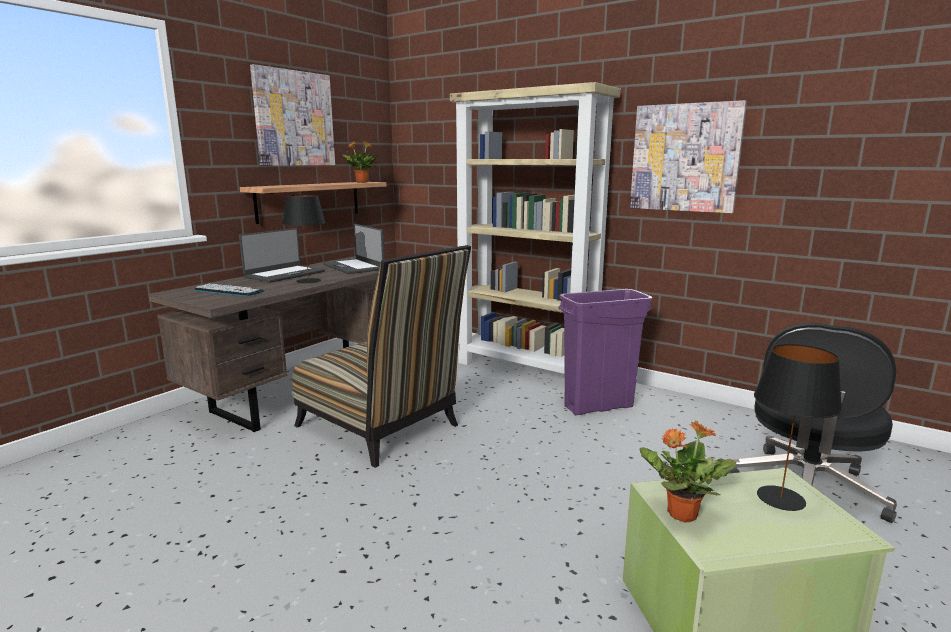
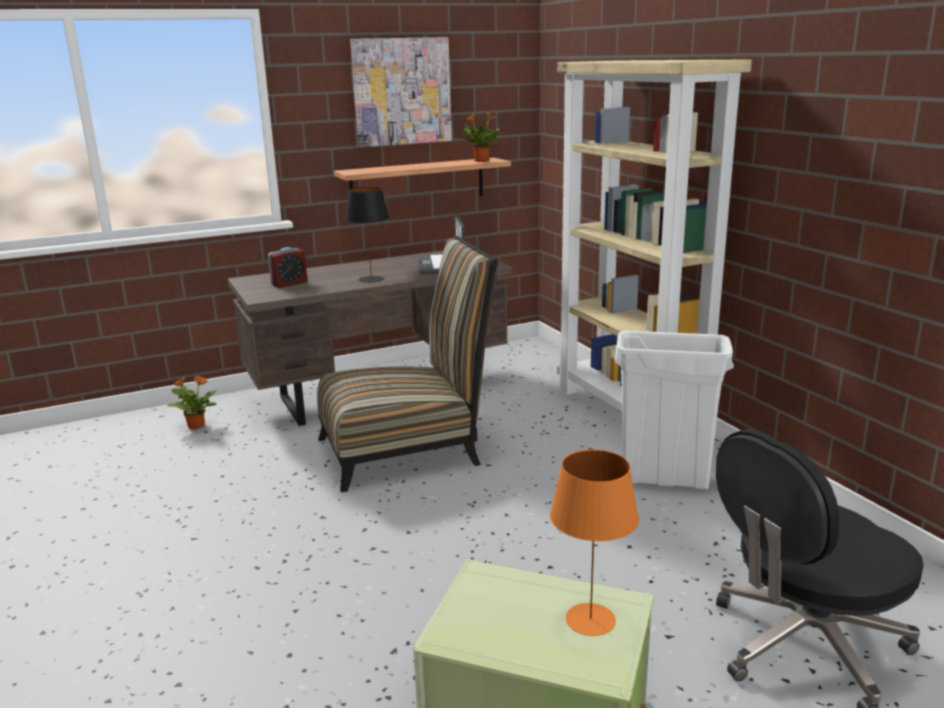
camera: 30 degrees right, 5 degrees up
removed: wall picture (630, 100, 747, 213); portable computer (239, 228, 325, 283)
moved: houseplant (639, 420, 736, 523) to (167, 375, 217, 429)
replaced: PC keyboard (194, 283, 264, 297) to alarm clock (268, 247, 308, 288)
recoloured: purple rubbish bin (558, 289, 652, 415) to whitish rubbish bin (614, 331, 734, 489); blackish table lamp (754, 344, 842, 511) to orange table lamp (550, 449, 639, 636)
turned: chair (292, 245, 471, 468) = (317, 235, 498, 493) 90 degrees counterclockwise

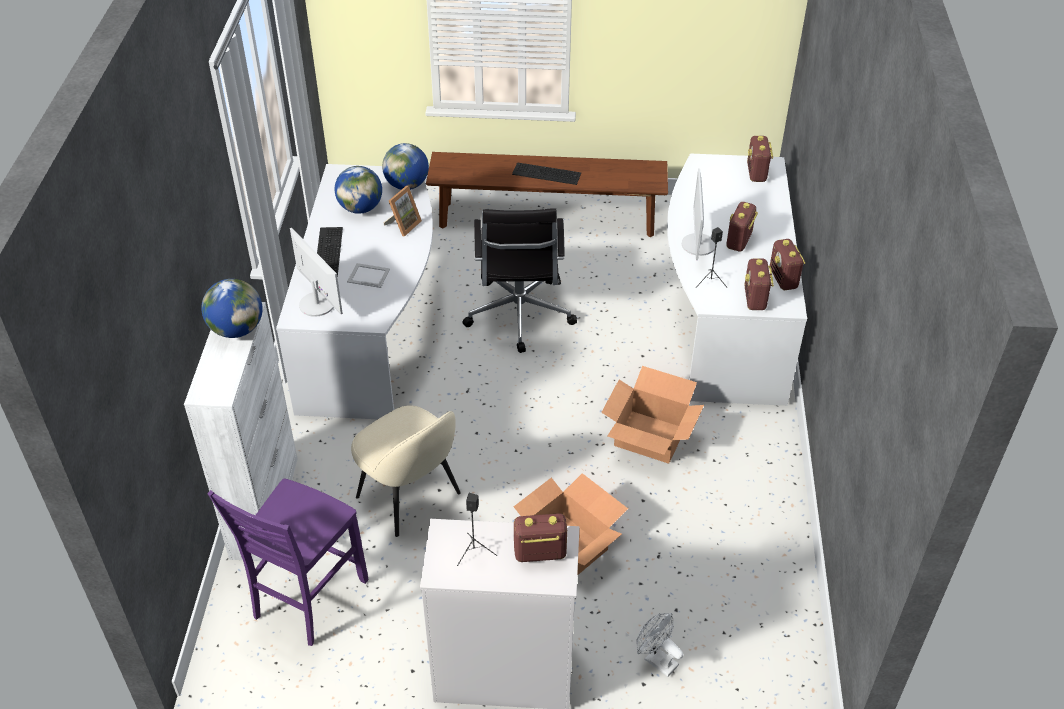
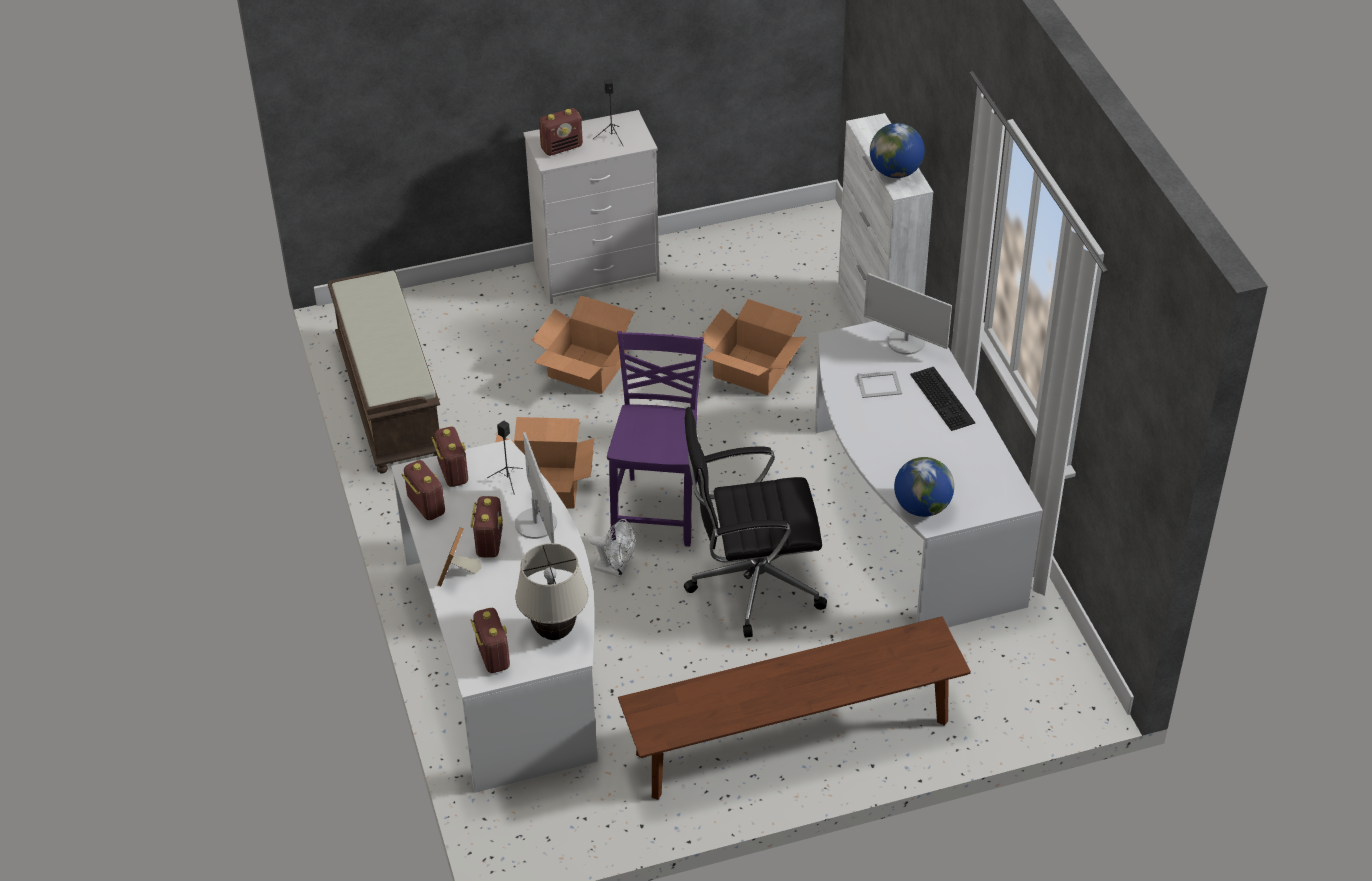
camera: 160 degrees right, 0 degrees up
removed: PC keyboard (512, 162, 581, 185); globe (335, 166, 382, 214)
added: brown bench (328, 270, 440, 473); beige-coloured table lamp (515, 543, 588, 640)
moved: standing frame (383, 186, 422, 237) to (437, 527, 482, 586); purple chair (207, 479, 368, 646) to (607, 331, 704, 547); whitish cooling fan (636, 613, 684, 677) to (589, 519, 635, 577)
replaced: beige-coloured chair (351, 405, 461, 537) to carton (701, 299, 806, 395)
turned: blackish office chair (462, 208, 577, 353) = (684, 407, 827, 638) 75 degrees counterclockwise

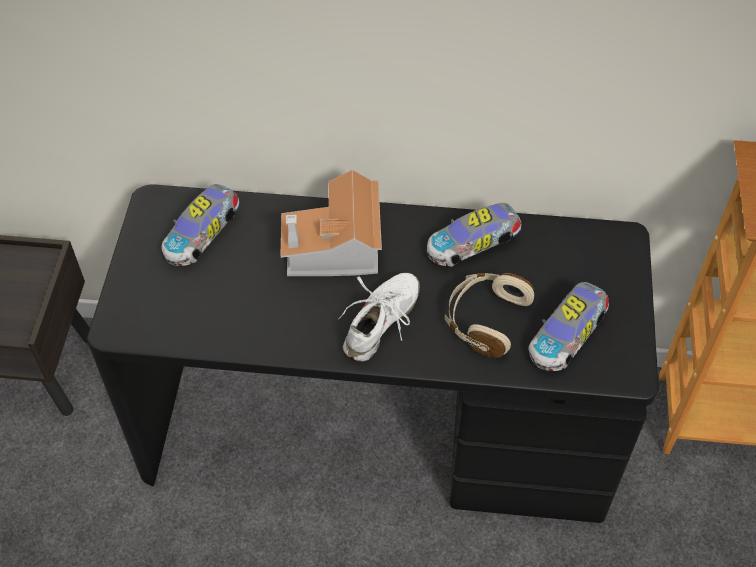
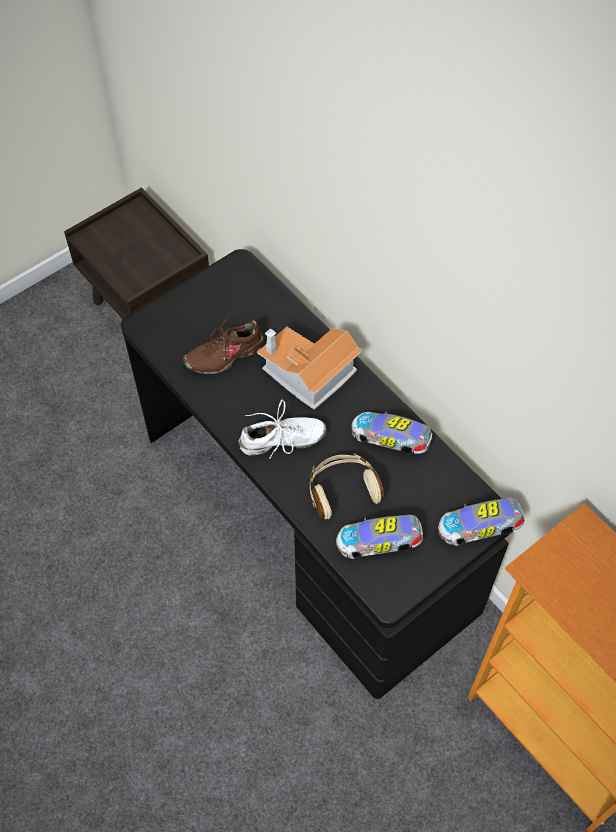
camera: 45 degrees right, 5 degrees up
added: brown low shoe (183, 316, 264, 374)
moved: model car (161, 184, 240, 266) to (438, 497, 525, 546)

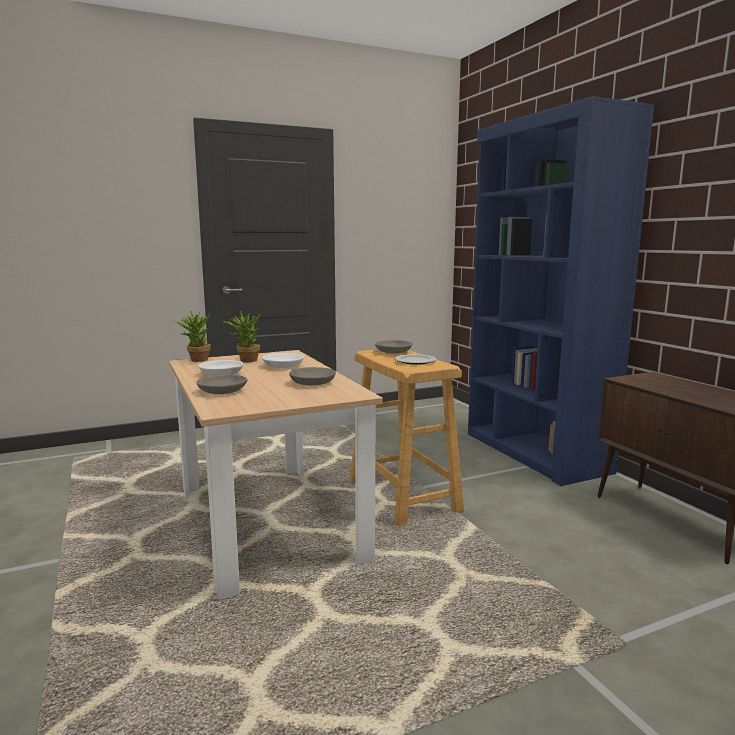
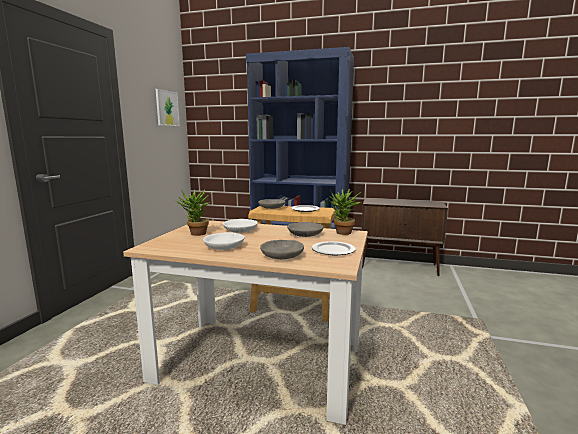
camera: 50 degrees left, 0 degrees up
added: wall picture (156, 89, 180, 126); plate (312, 241, 356, 255)
moved: houseplant (173, 311, 211, 362) to (329, 189, 361, 235)

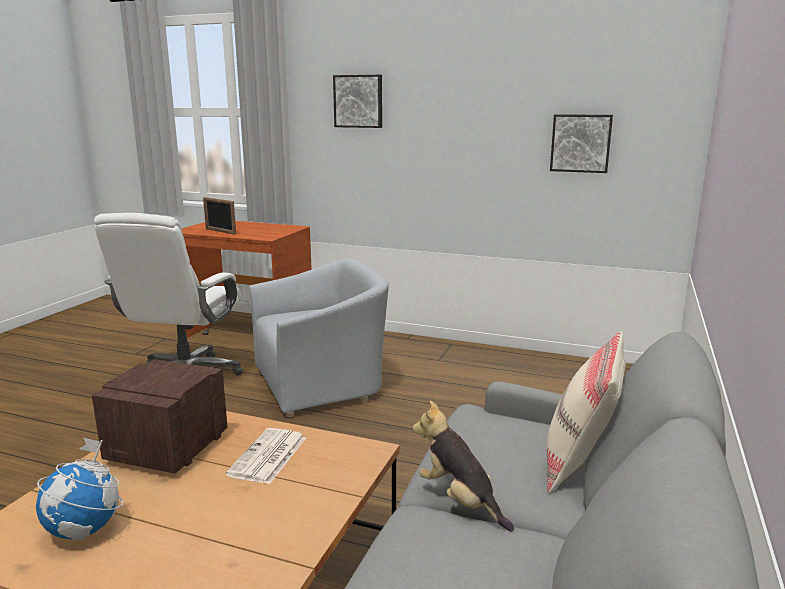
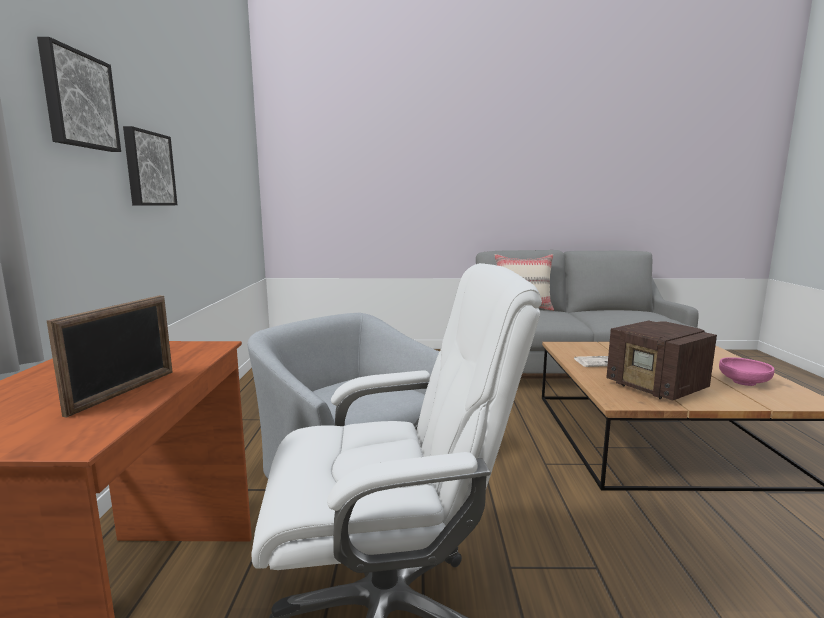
camera: 110 degrees left, 5 degrees down
removed: soft toy (413, 400, 514, 531)
moved: wall picture (550, 114, 613, 173) to (123, 126, 177, 205)
replaced: globe (36, 438, 123, 540) to pink-coloured bowl (719, 357, 775, 386)
turned: radio set (92, 359, 228, 474) = (606, 320, 717, 401) 60 degrees clockwise

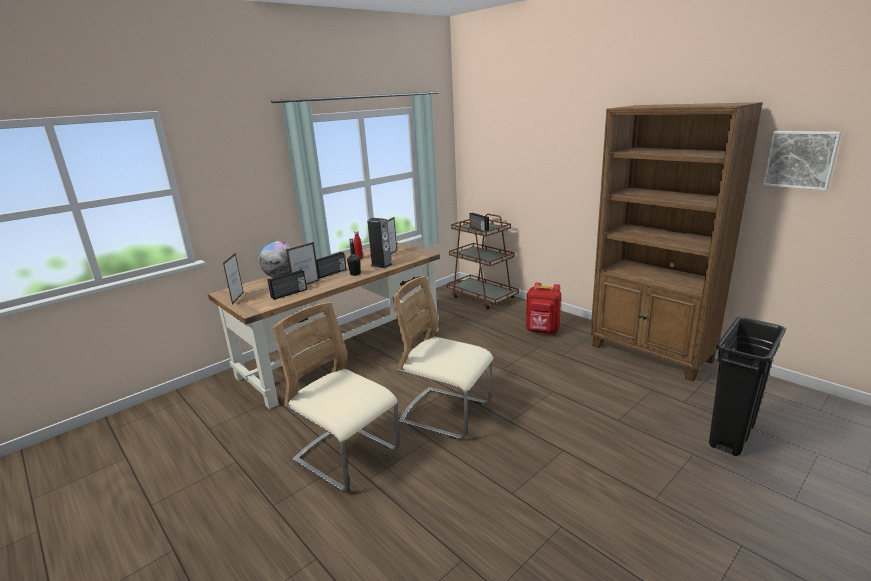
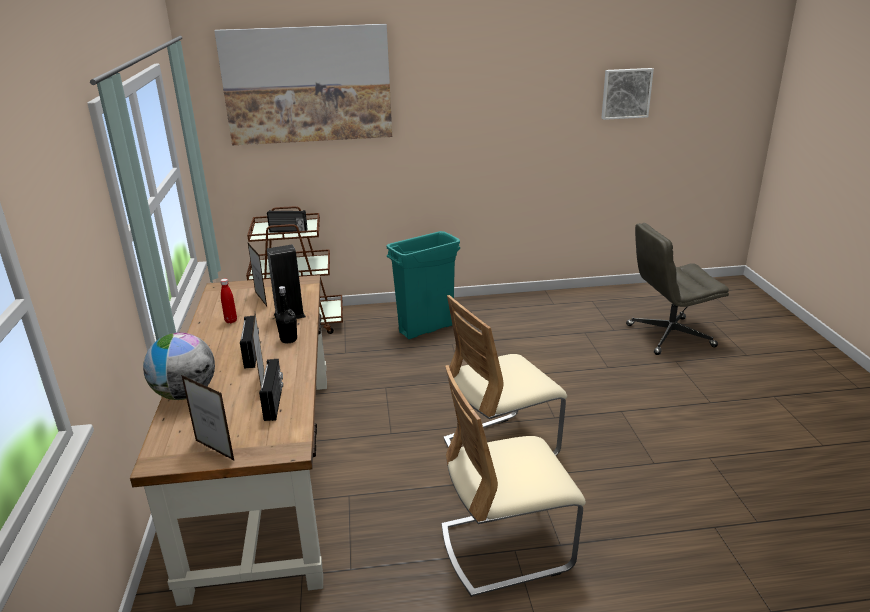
camera: 55 degrees left, 5 degrees up
removed: brown shelving unit (591, 102, 763, 381)
added: wall picture (214, 24, 392, 145)
replaced: red rucksack (526, 282, 561, 334) to blue-green rubbish bin (387, 231, 460, 339); blackish rubbish bin (709, 317, 786, 456) to gray office chair (626, 223, 729, 355)

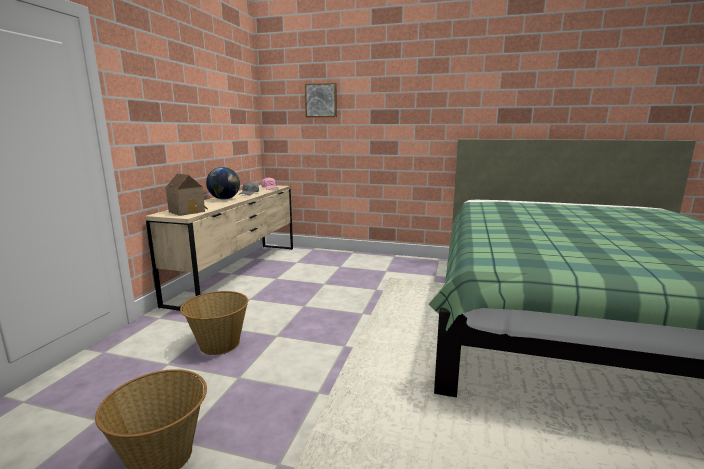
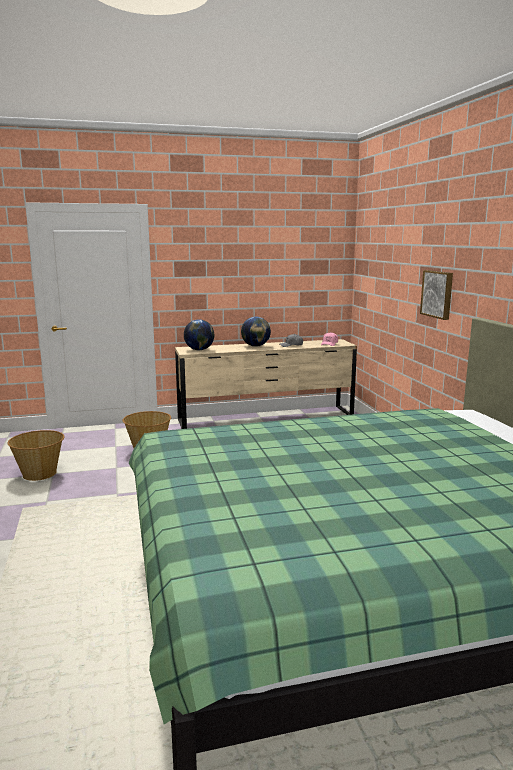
camera: 60 degrees right, 0 degrees up
moved: wall picture (305, 83, 337, 117) to (420, 270, 453, 320)
replaced: model house (166, 173, 208, 216) to globe (184, 319, 214, 350)

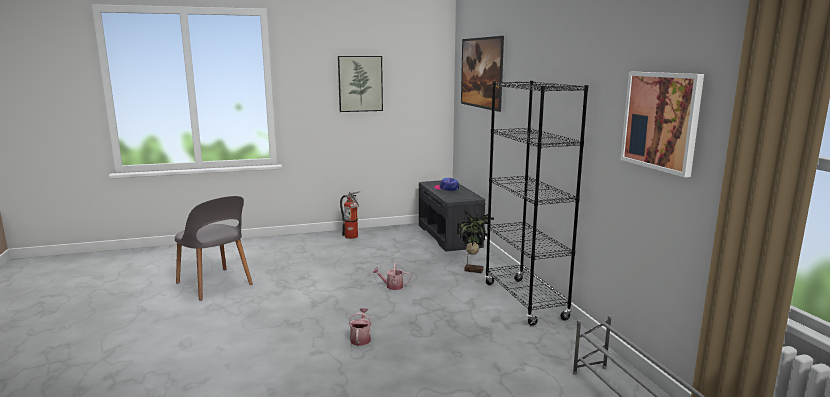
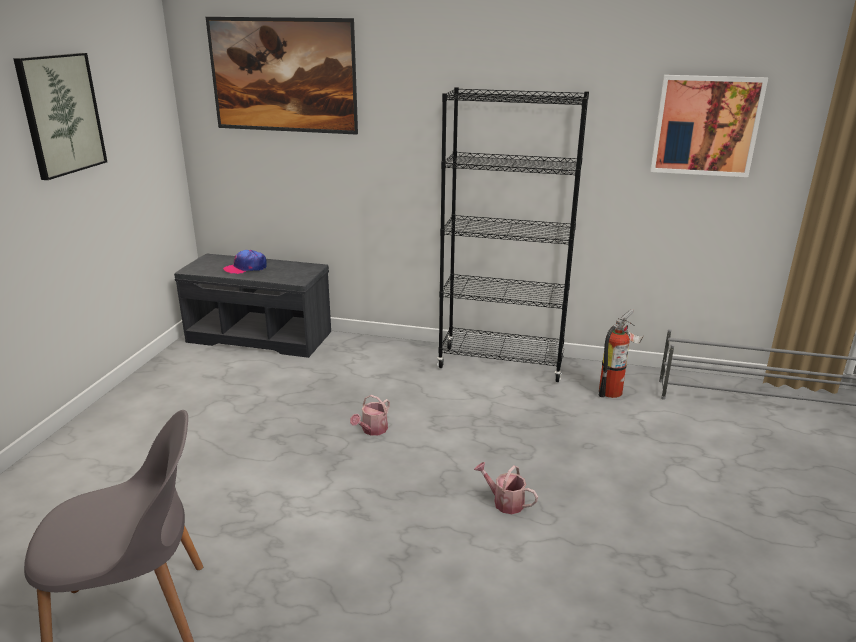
camera: 60 degrees left, 10 degrees up
removed: houseplant (457, 211, 494, 273)
moved: extinguisher (340, 191, 361, 239) to (599, 309, 643, 398)

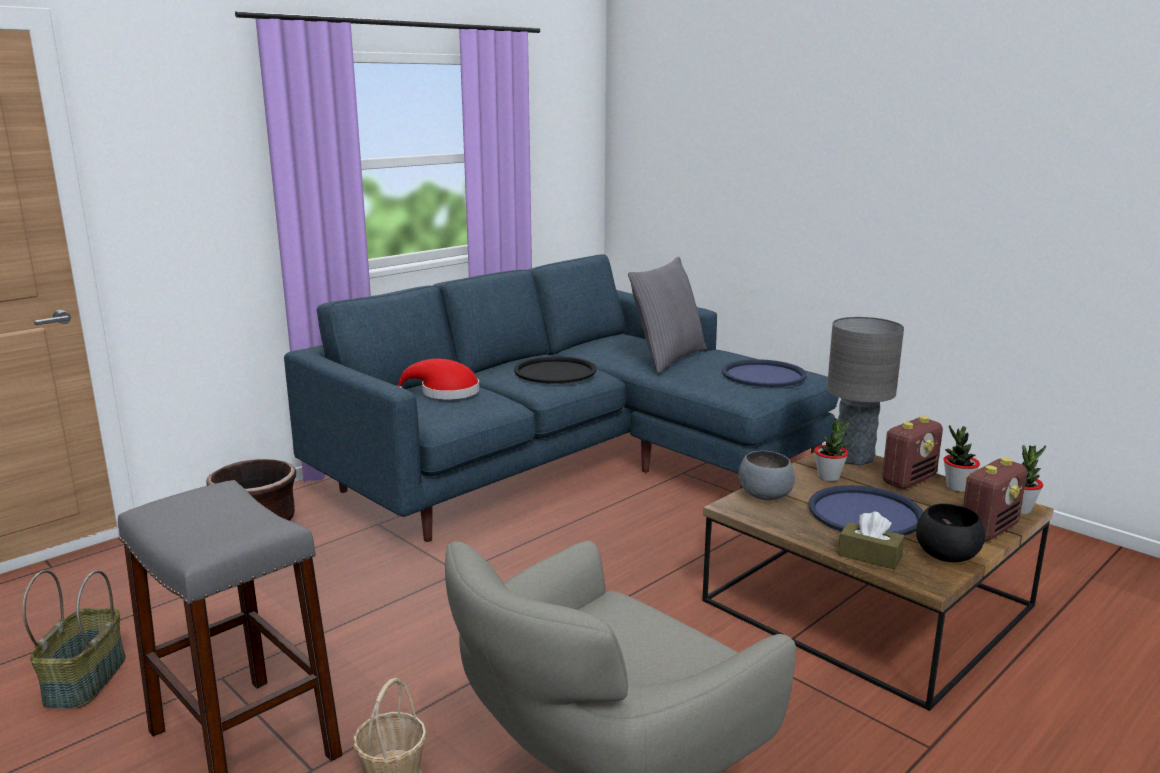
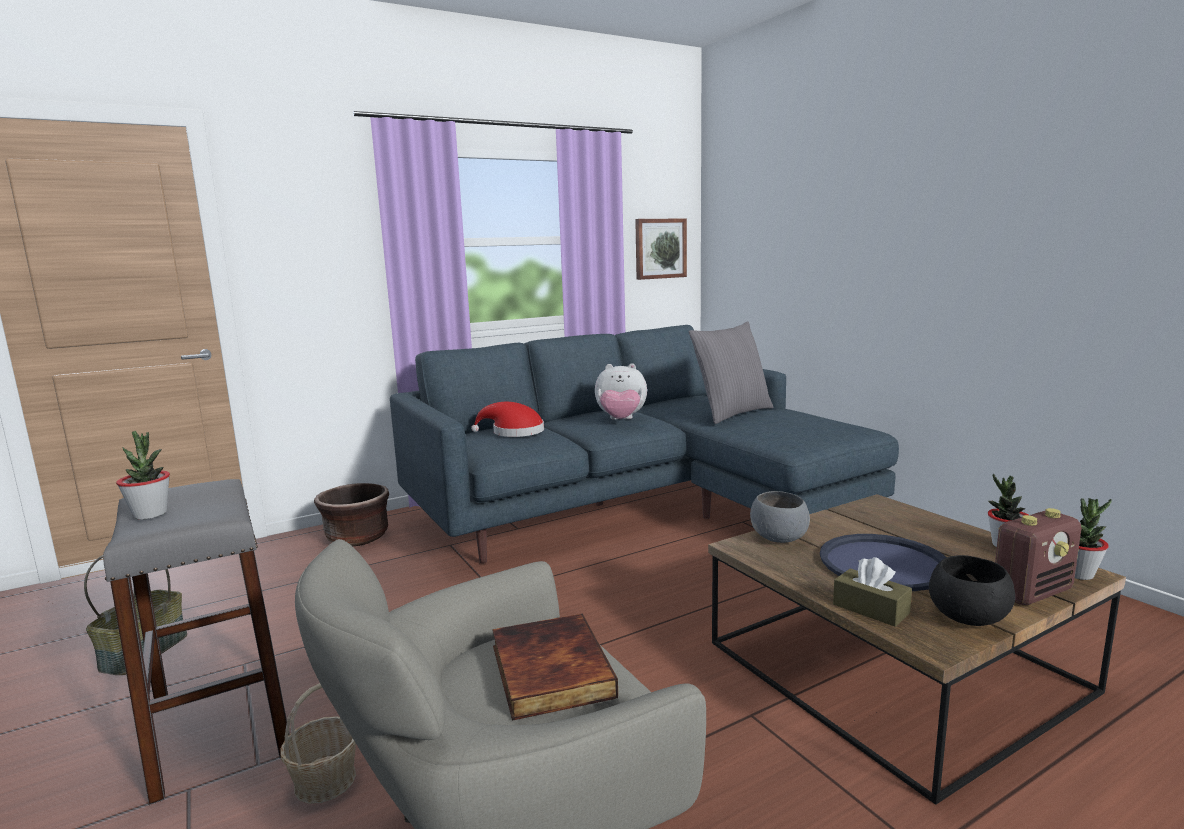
camera: 15 degrees right, 5 degrees down
removed: gray table lamp (827, 317, 904, 465); bluish carrying tray (722, 359, 807, 387); radio set (882, 416, 943, 489)
added: wall picture (635, 218, 687, 280); volume (492, 614, 618, 721)
moved: houseplant (814, 418, 850, 482) to (116, 431, 170, 519)
replaced: blackish carrying tray (514, 356, 596, 384) to soft toy (595, 363, 647, 420)

